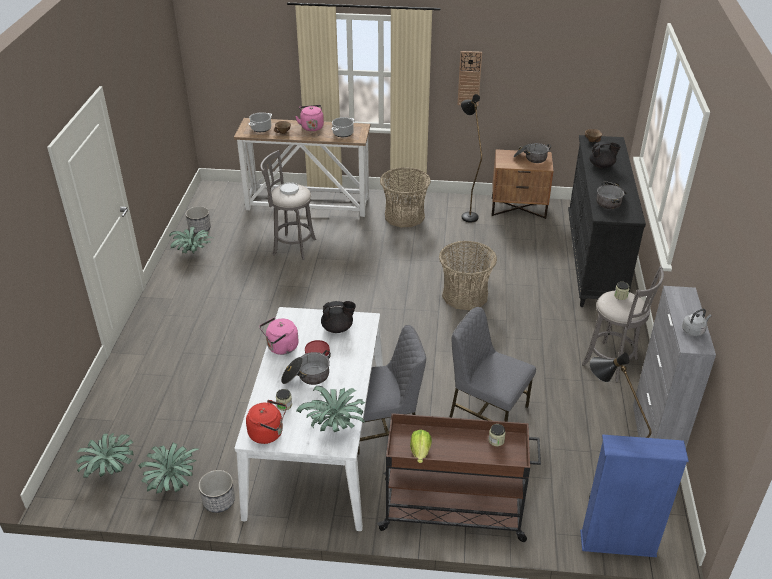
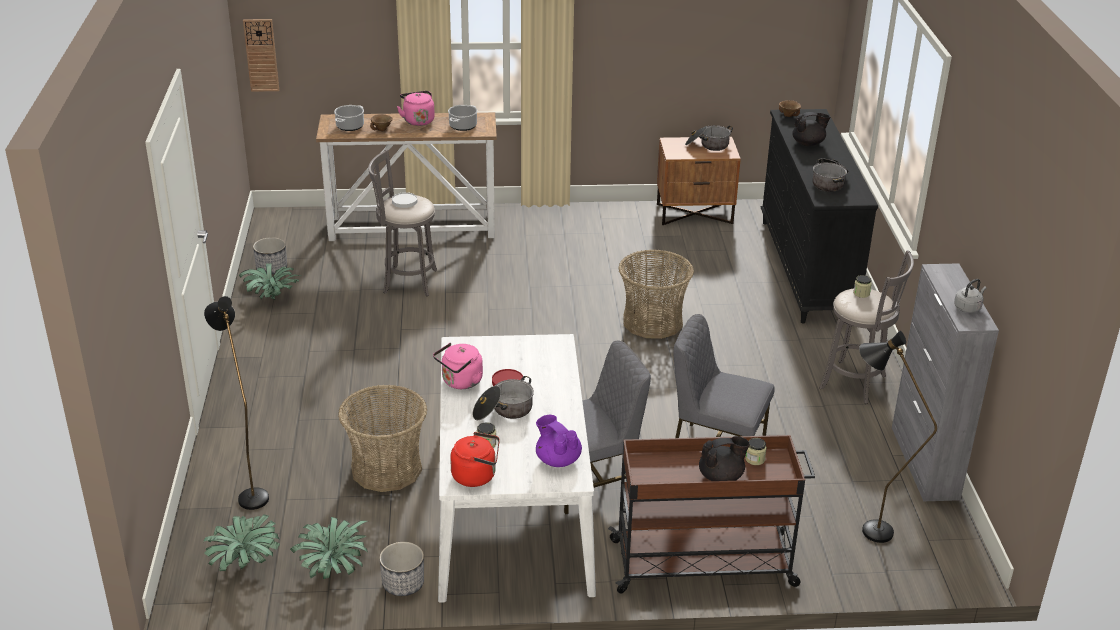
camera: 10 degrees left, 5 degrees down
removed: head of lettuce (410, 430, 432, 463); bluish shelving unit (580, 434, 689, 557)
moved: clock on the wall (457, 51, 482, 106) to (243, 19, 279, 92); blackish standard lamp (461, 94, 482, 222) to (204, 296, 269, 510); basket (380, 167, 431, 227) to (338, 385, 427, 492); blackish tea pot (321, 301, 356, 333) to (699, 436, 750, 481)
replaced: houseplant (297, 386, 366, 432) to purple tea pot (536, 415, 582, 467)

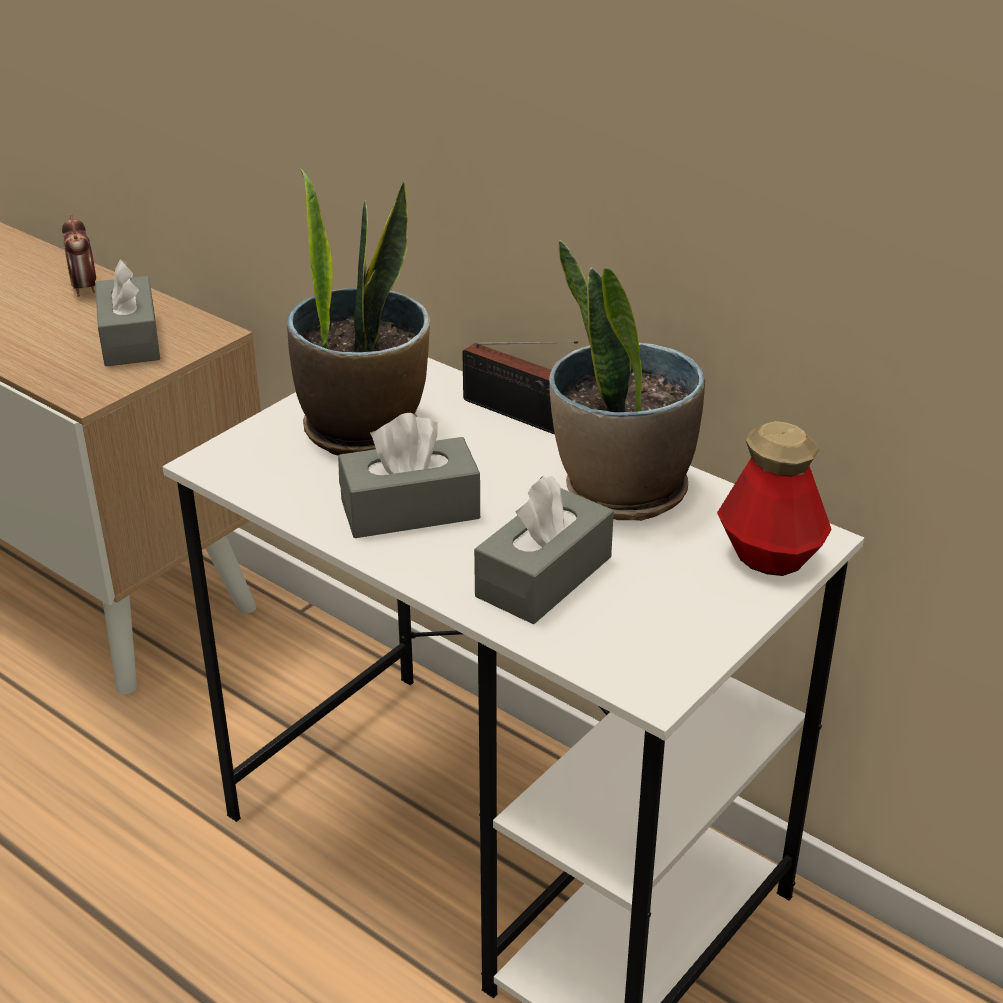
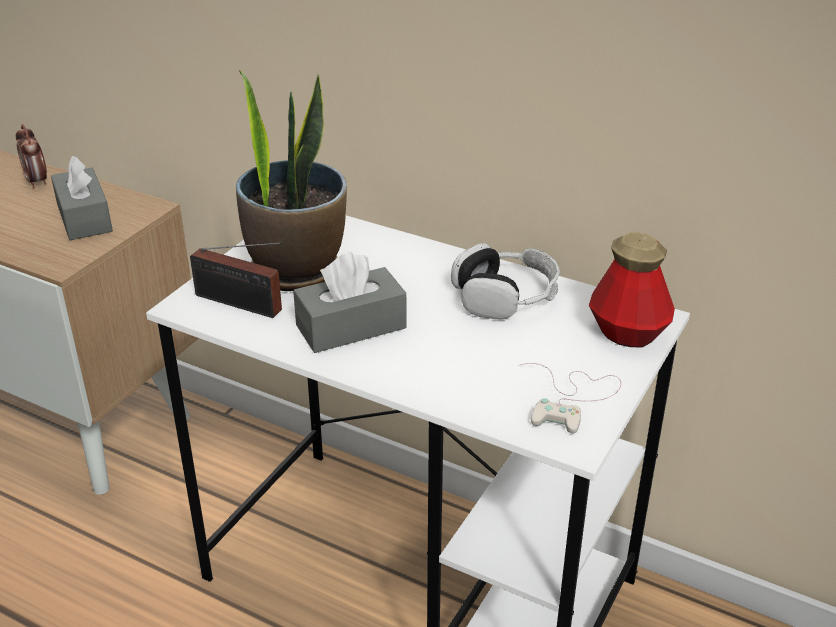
camera: 10 degrees left, 0 degrees up
removed: gray box of tissues (474, 476, 614, 624)
added: whitish gamepad (518, 363, 621, 434)
moved: radio set (462, 341, 578, 434) to (190, 242, 284, 318)
replaced: houseplant (549, 240, 705, 521) to pair of headphones (451, 244, 560, 319)

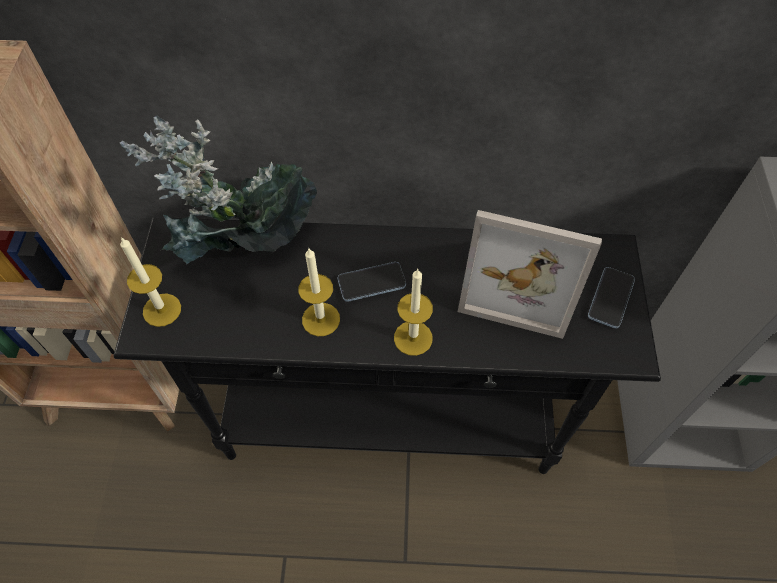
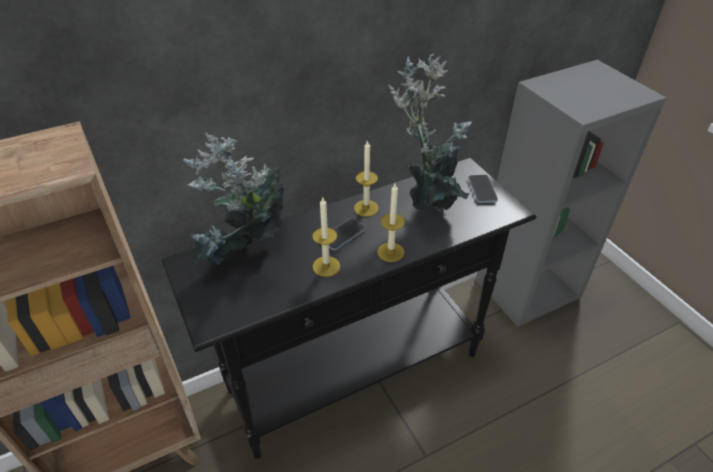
camera: 30 degrees left, 15 degrees down
moved: wax light (120, 237, 181, 327) to (354, 140, 379, 217)
replaced: standing frame (458, 210, 602, 339) to houseplant (388, 53, 472, 212)

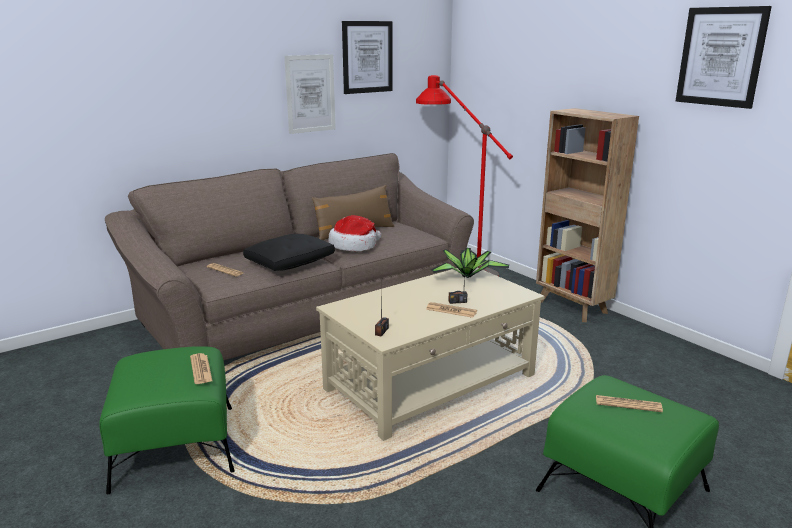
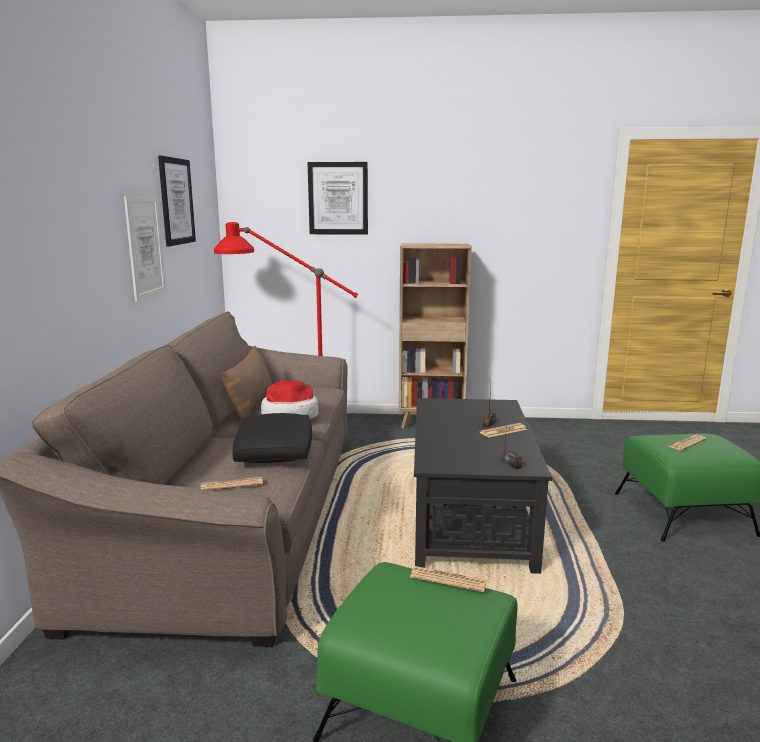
camera: 50 degrees left, 5 degrees down
removed: houseplant (431, 248, 509, 279)
moved: wall picture (675, 6, 772, 109) to (308, 162, 368, 235)
recoloured: beige-coloured coffee table (316, 268, 545, 441) to blackish coffee table (414, 398, 552, 574)

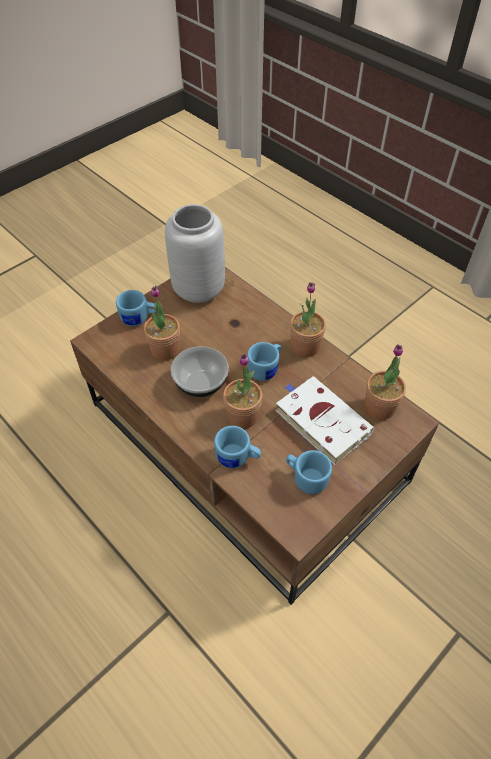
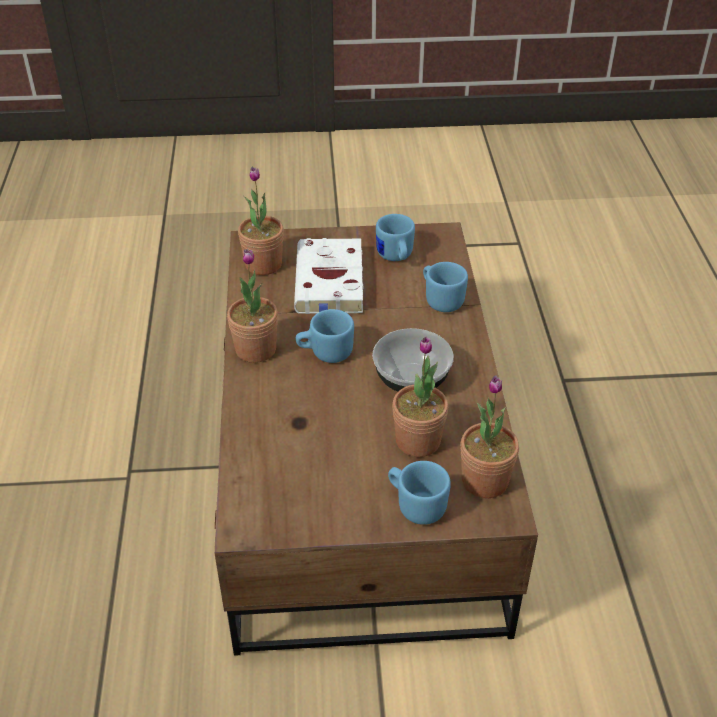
camera: 140 degrees left, 10 degrees down
removed: gray vase (165, 204, 225, 303)
moved: houseplant (223, 354, 262, 429) to (461, 375, 519, 498)

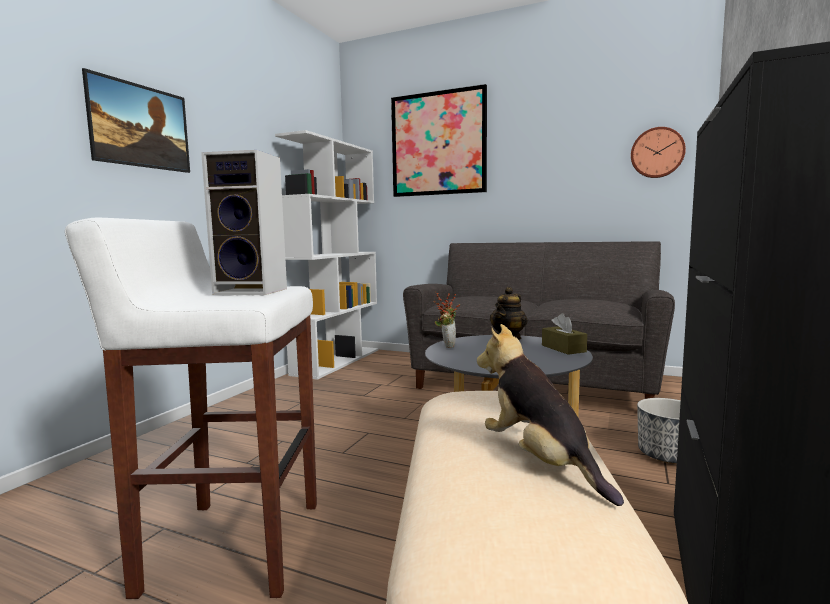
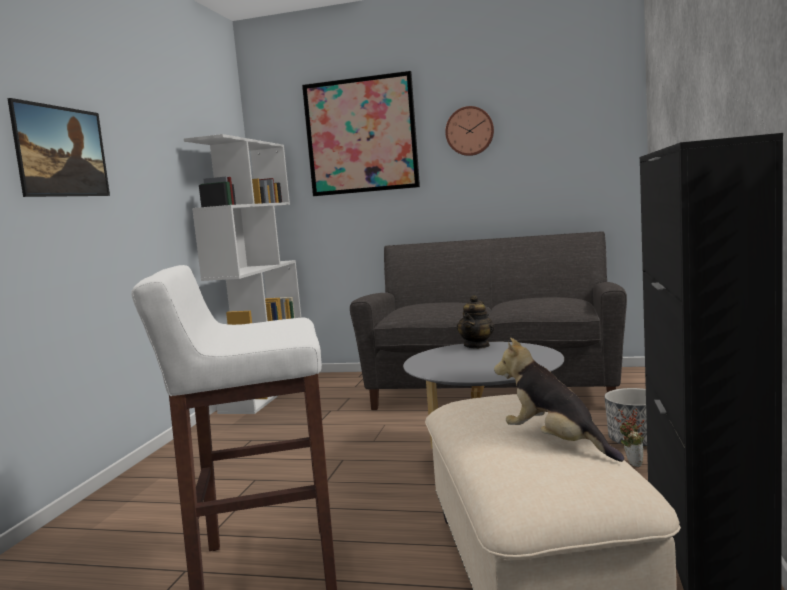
camera: 10 degrees left, 0 degrees up
removed: loudspeaker (201, 150, 287, 295); brown box of tissues (542, 313, 587, 355)
moved: clock on the wall (631, 127, 686, 178) to (445, 106, 494, 156); houseplant (434, 292, 460, 348) to (614, 409, 645, 467)

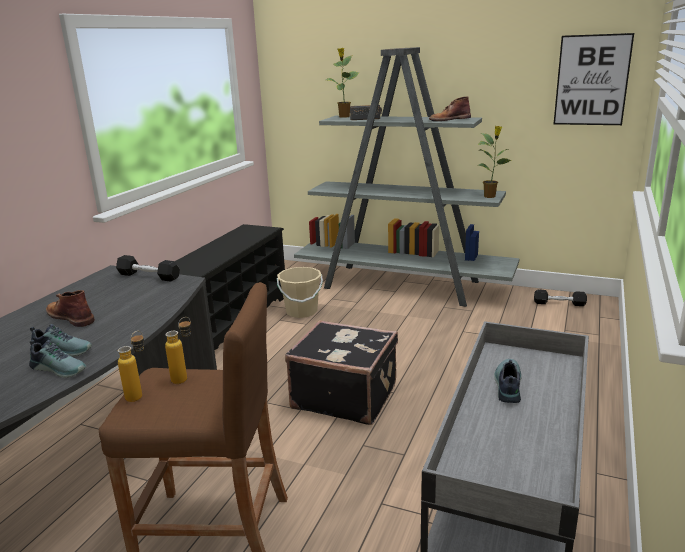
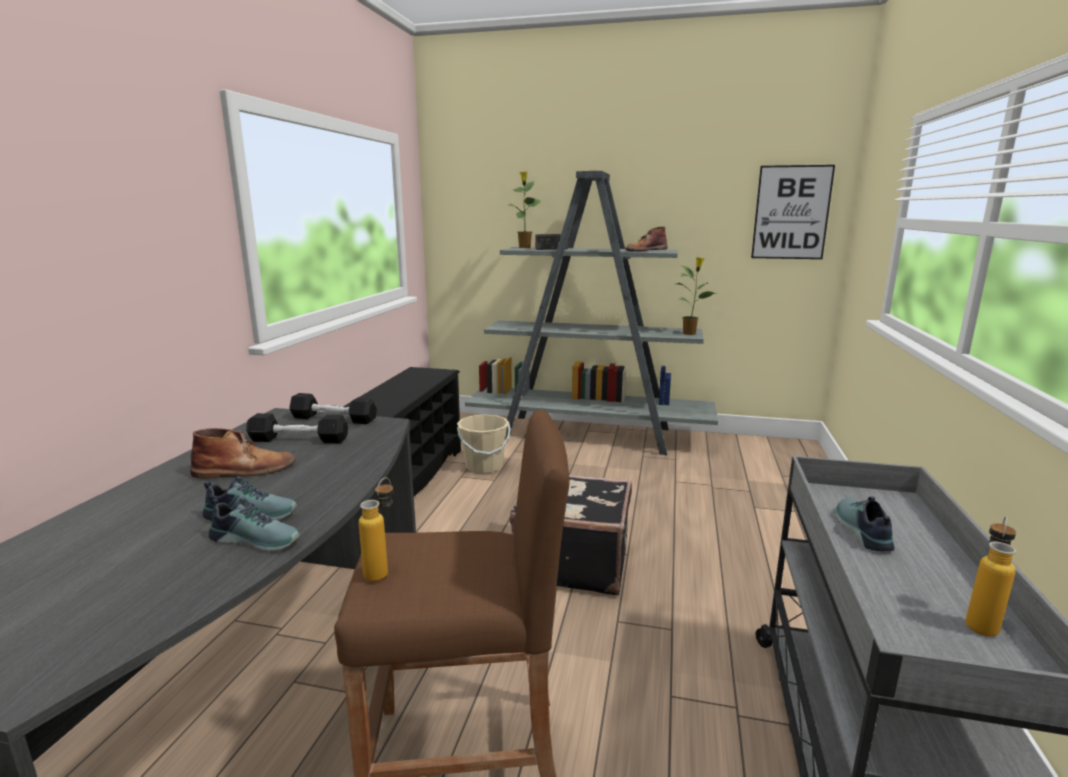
camera: 10 degrees left, 5 degrees down
moved: blackish free weight (534, 290, 587, 306) to (246, 413, 348, 443); drink bottle (165, 317, 191, 384) to (966, 516, 1016, 637)
turned: brown high-top boot (46, 290, 95, 327) = (190, 428, 296, 479) 135 degrees clockwise

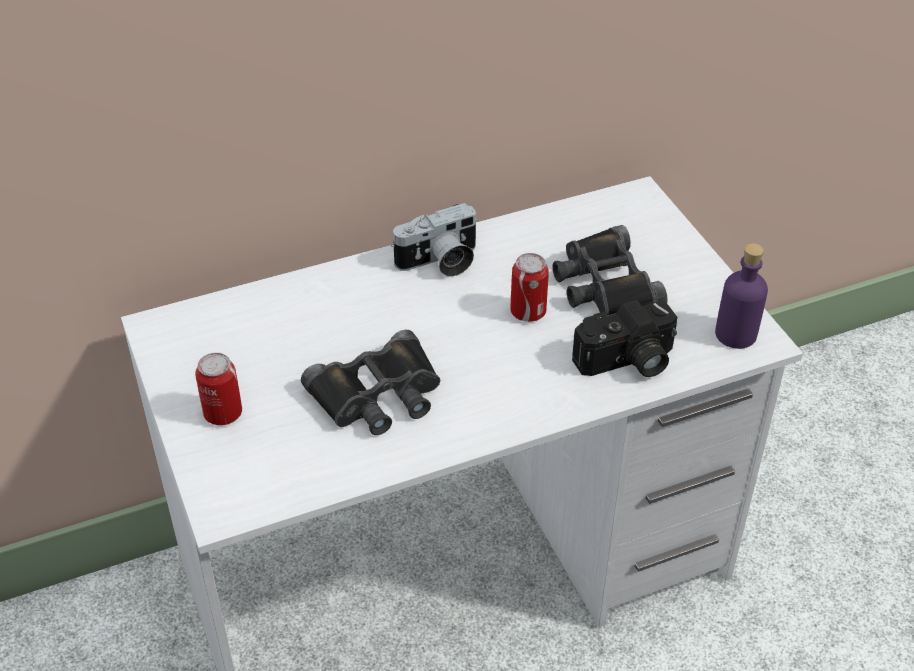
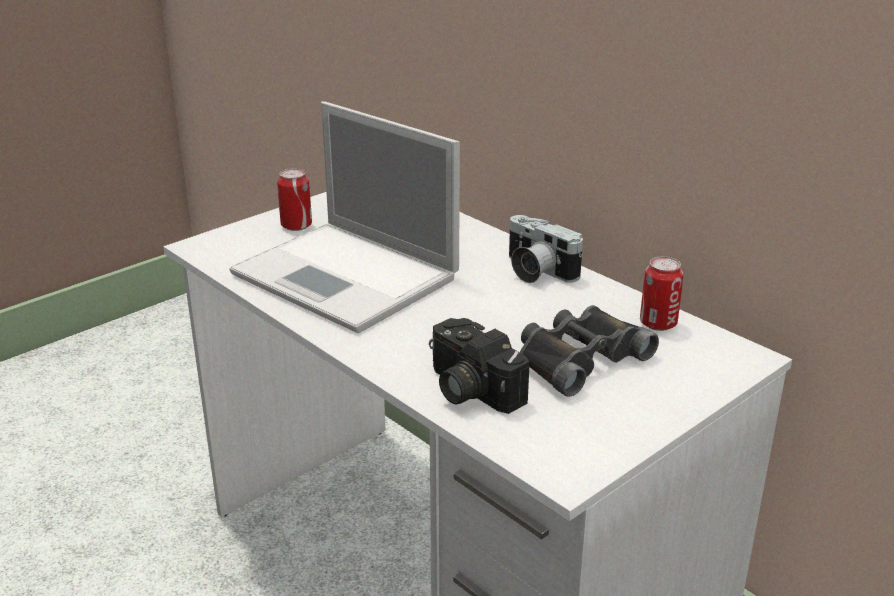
camera: 70 degrees right, 15 degrees down
removed: purple drink bottle (715, 244, 768, 349)
moved: sealed can (510, 253, 549, 322) to (640, 256, 684, 331)
replaced: blackish binoculars (301, 330, 440, 435) to portable computer (229, 101, 460, 333)

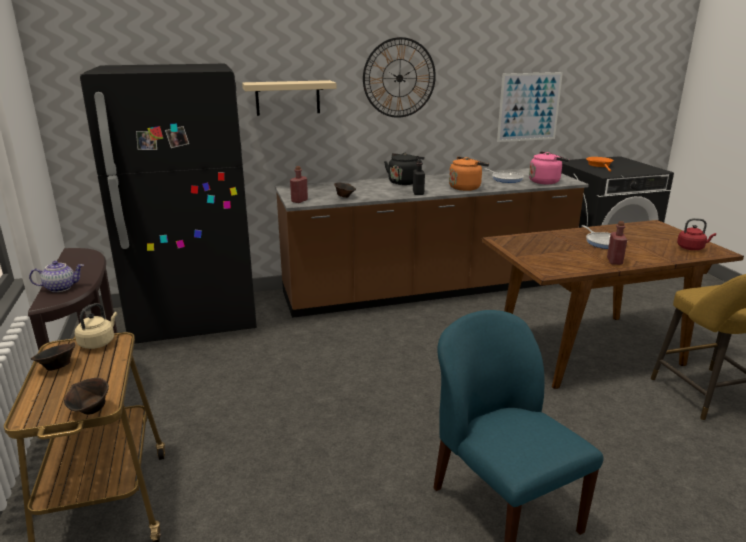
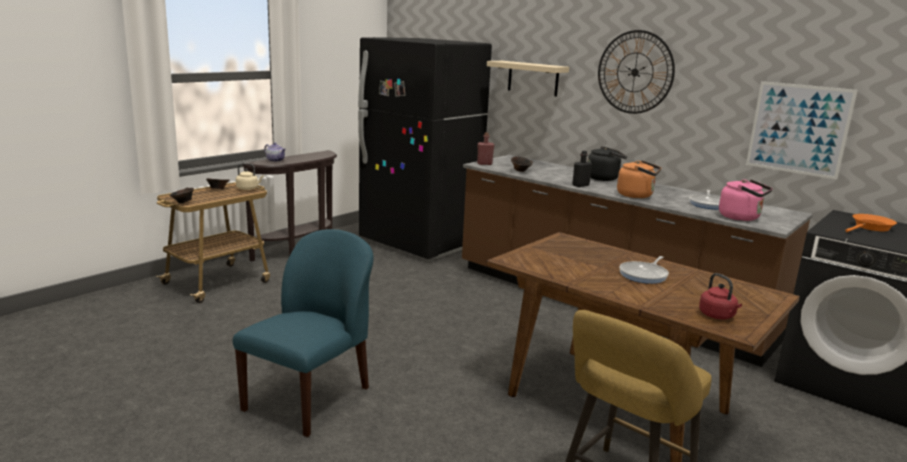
camera: 55 degrees right, 5 degrees down
removed: red drink bottle (607, 221, 627, 265)

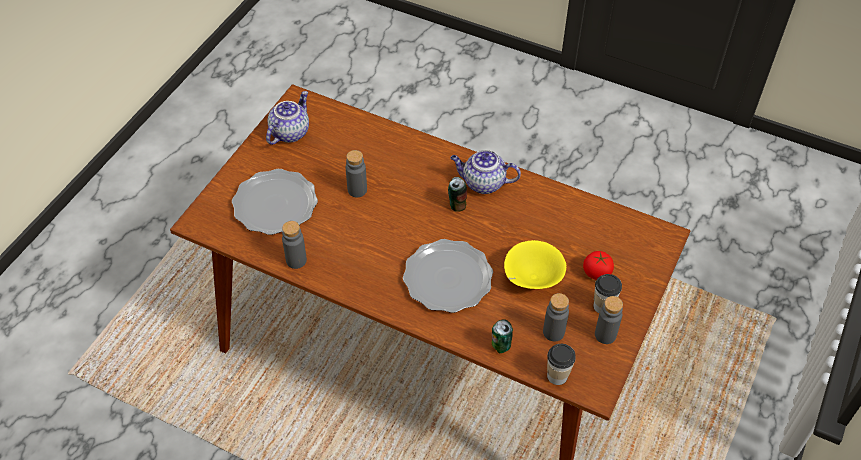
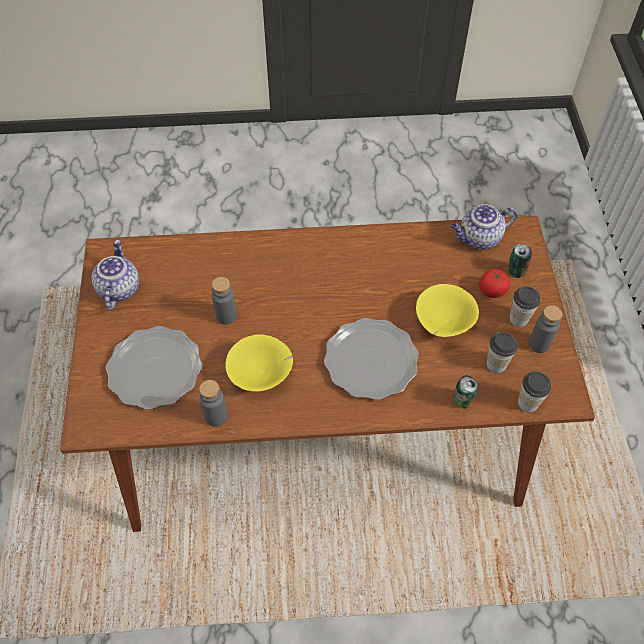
camera: 30 degrees left, 5 degrees up
added: yellow bowl (226, 334, 293, 392)
moved: tea pot (450, 150, 521, 194) to (451, 204, 517, 250); sealed can (448, 177, 467, 211) to (508, 244, 532, 278)
replaced: gray drink bottle (543, 293, 569, 341) to cup (486, 332, 518, 373)

